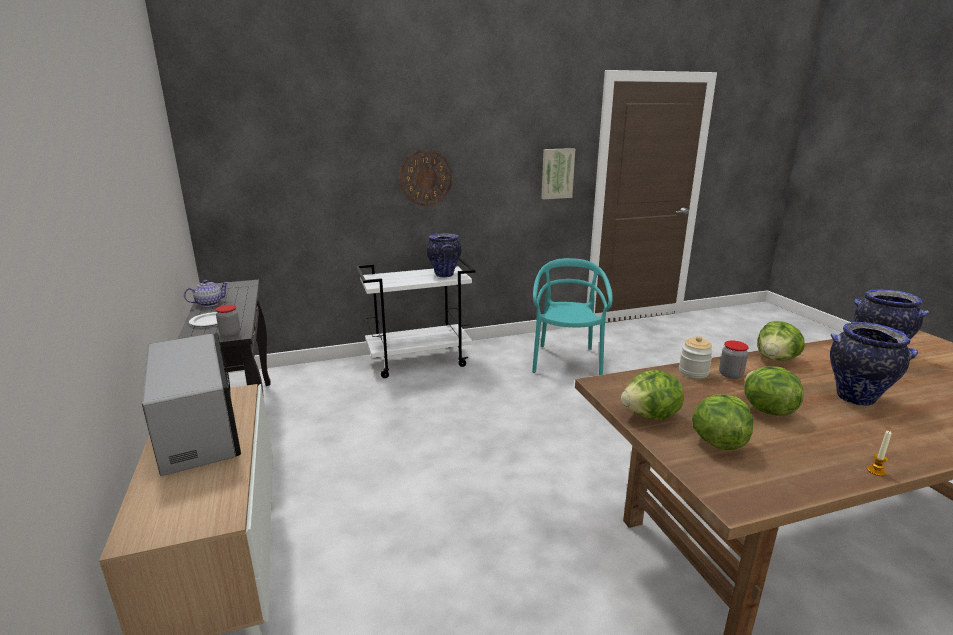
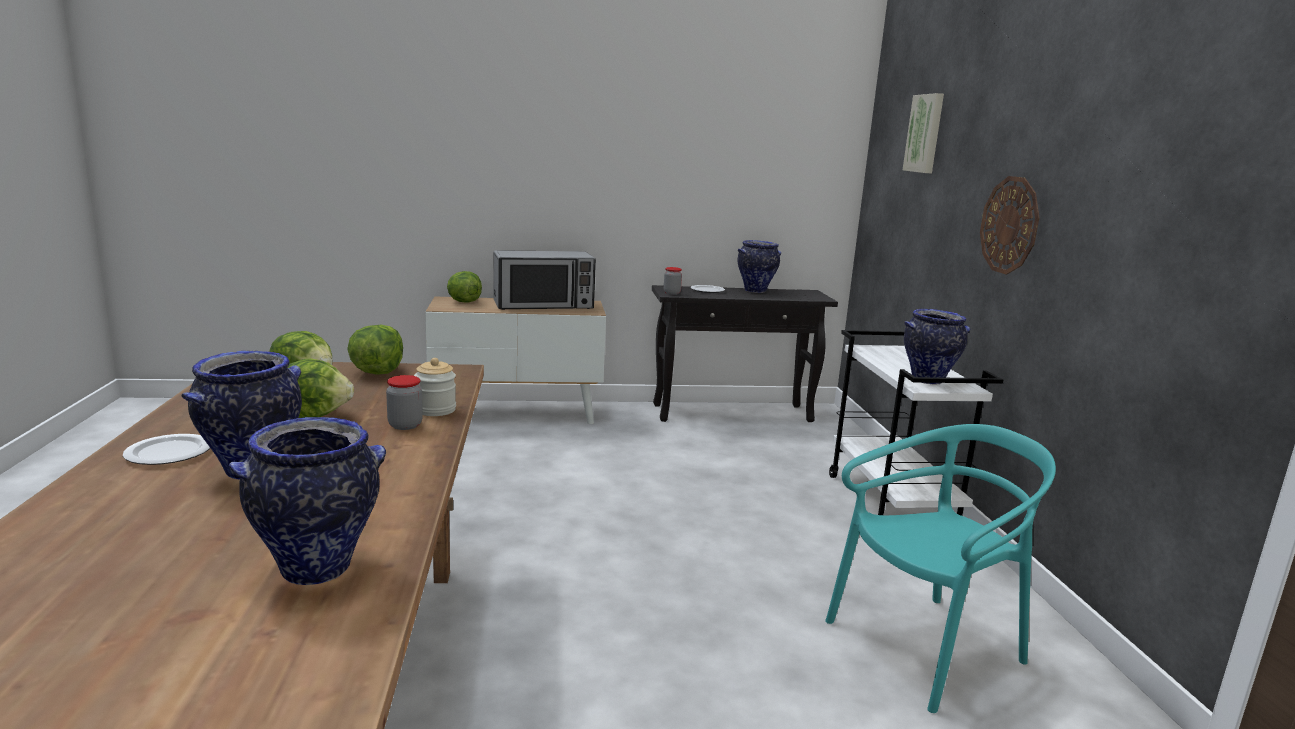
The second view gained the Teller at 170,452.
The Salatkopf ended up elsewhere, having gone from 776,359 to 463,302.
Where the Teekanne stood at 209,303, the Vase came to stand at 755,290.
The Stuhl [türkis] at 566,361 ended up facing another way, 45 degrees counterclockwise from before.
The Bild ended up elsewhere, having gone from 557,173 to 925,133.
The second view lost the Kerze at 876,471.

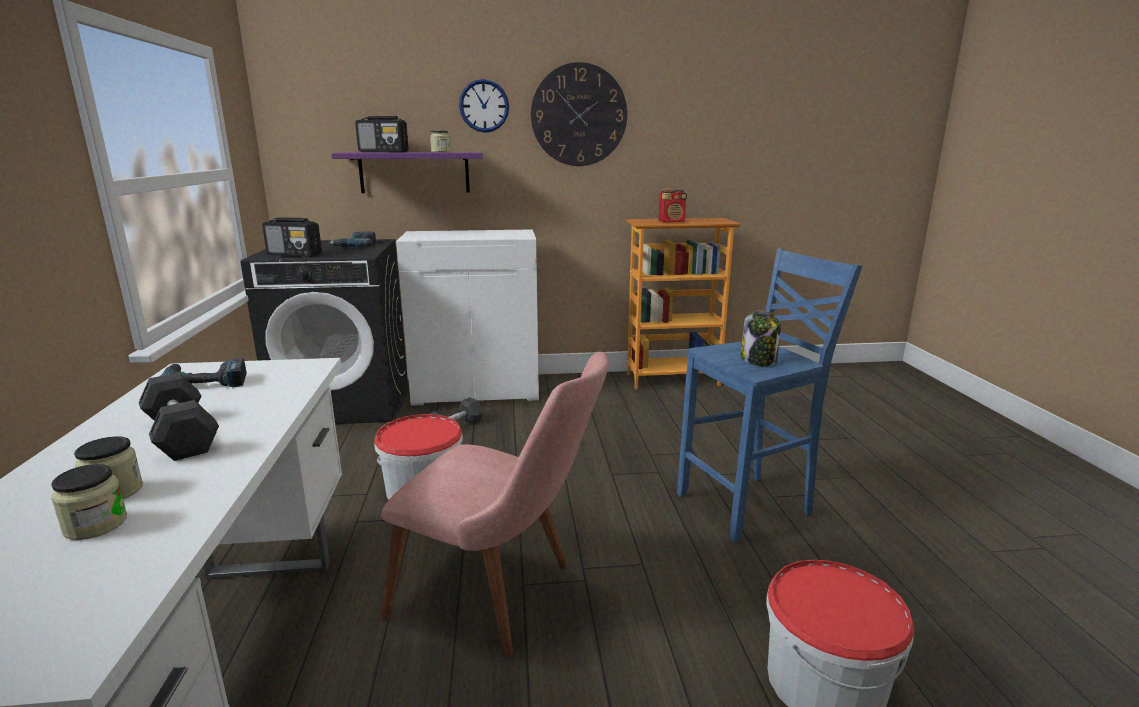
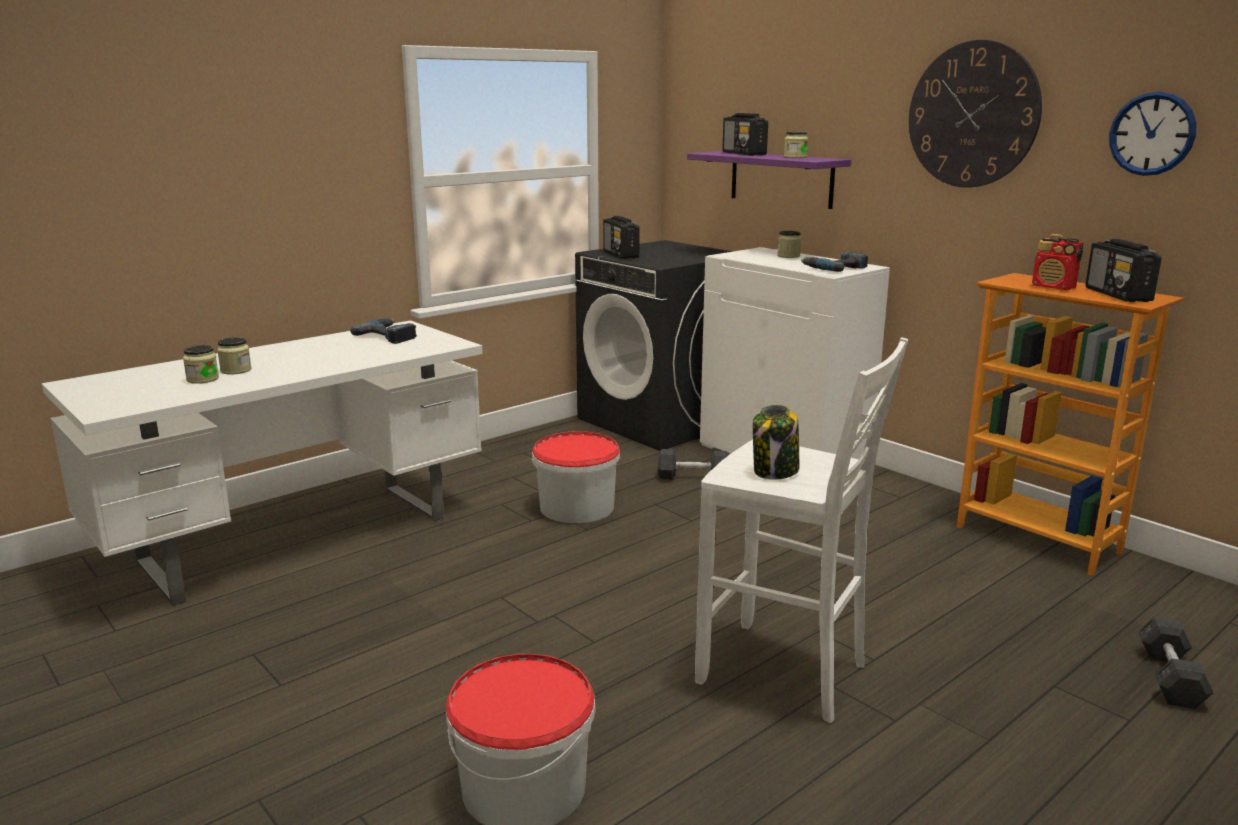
What was the Hocker [blau] at 748,506 turned into the Hocker [weiß] at 786,674.
The second view gained the Vorratsglas at 788,256.
The Bohrmaschine ended up elsewhere, having gone from 356,245 to 835,268.
The second view gained the Radio at 1118,295.
The Wanduhr ended up elsewhere, having gone from 484,106 to 1152,134.
The Hantel [grau] ended up elsewhere, having gone from 181,435 to 1169,678.
The second view lost the Stuhl [rosa] at 502,594.

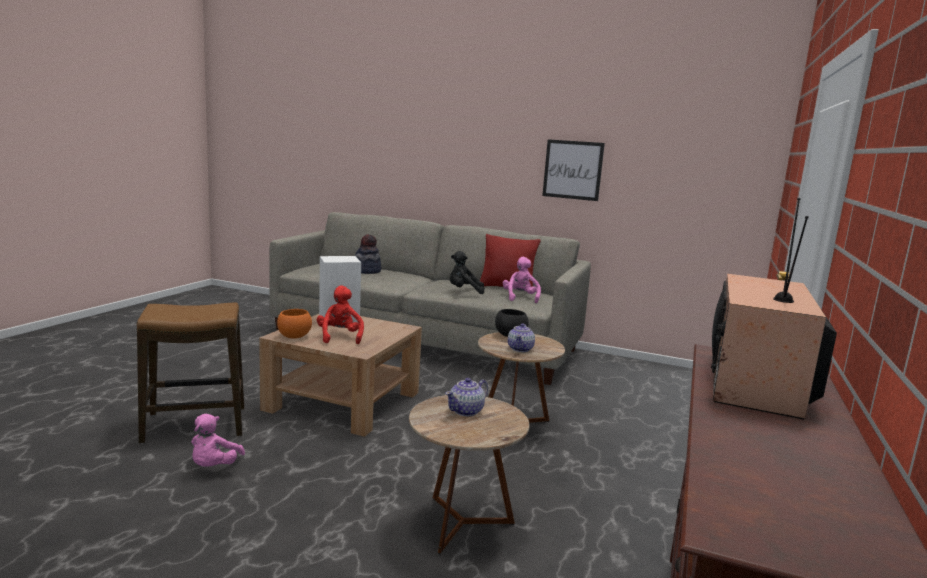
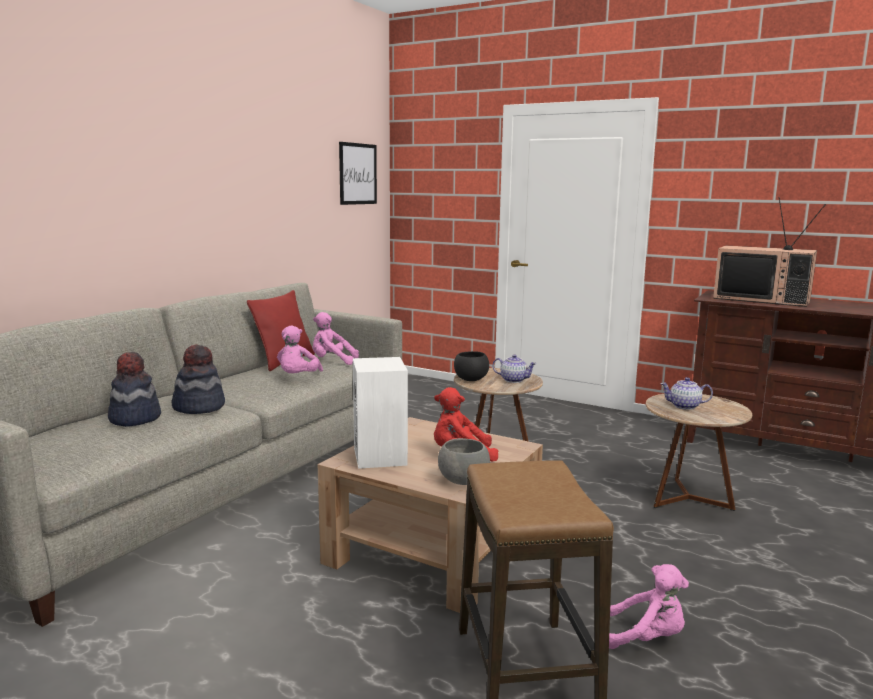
The second view gained the Hut at 199,407.
What was the Plüschtier [schwarz] at 464,291 turned into the Plüschtier [rosa] at 297,378.
The Bild ended up elsewhere, having gone from 572,170 to 358,174.
What was the Schüssel [orange] at 293,337 turned into the Schüssel [grau] at 463,481.
The Teekanne at 466,411 ended up facing another way, 135 degrees clockwise from before.

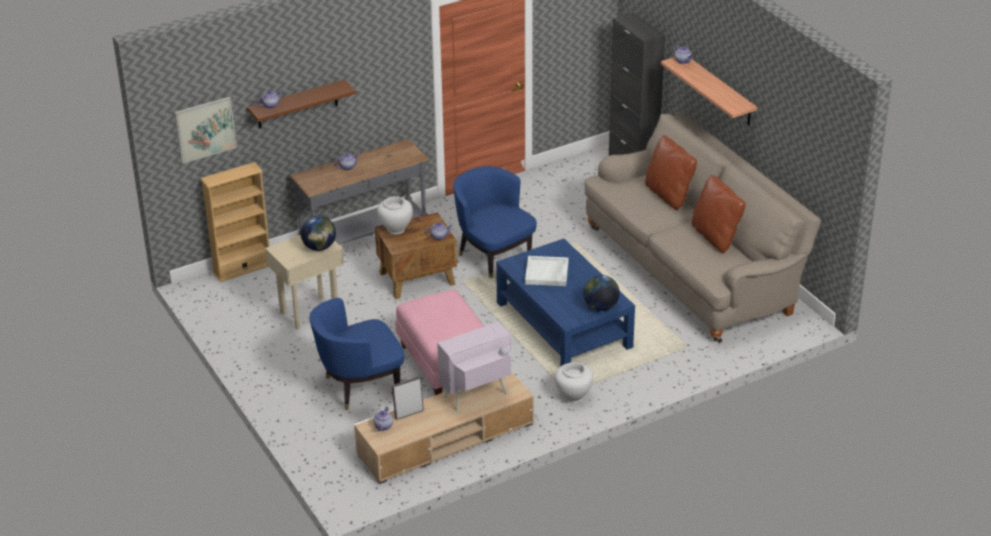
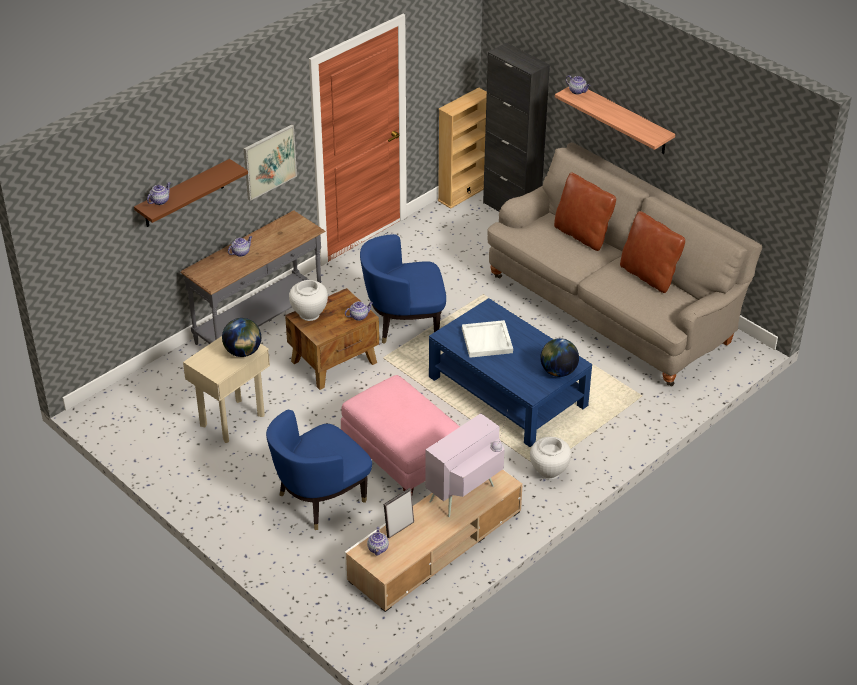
The Bild ended up elsewhere, having gone from 205,129 to 269,162.
The Sessel [blau] at 493,256 ended up facing another way, 45 degrees counterclockwise from before.
The Bücherregal [beige] ended up elsewhere, having gone from 242,268 to 463,193.

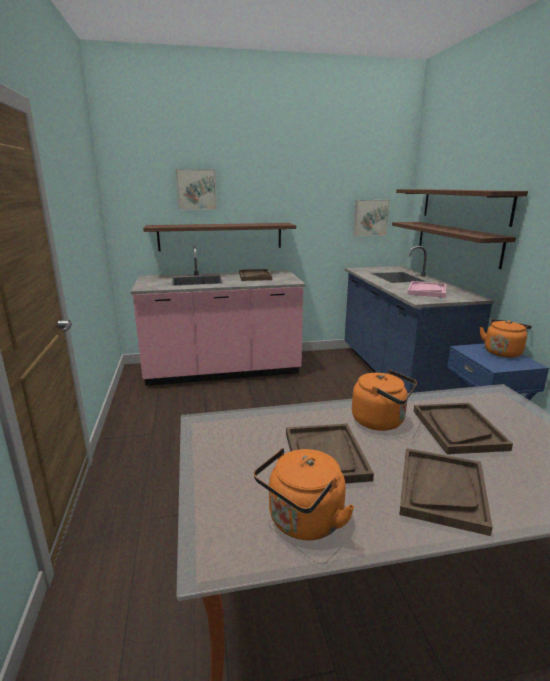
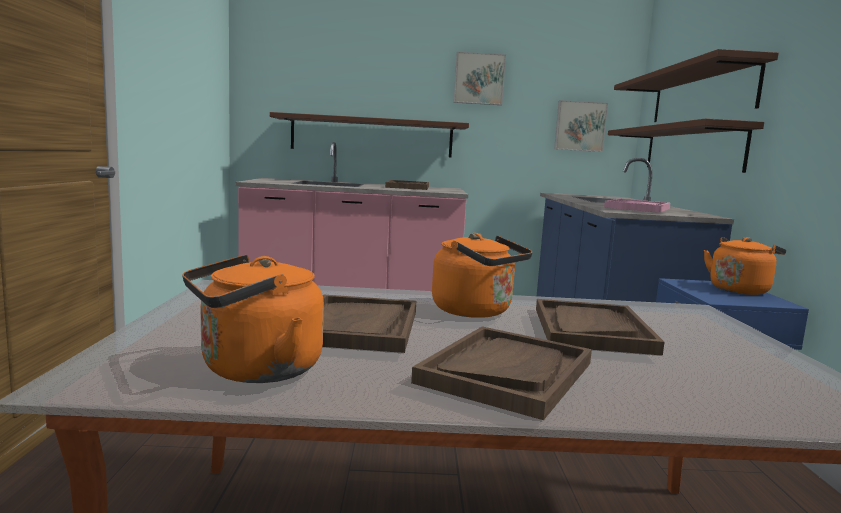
The Bild ended up elsewhere, having gone from 196,189 to 479,79.

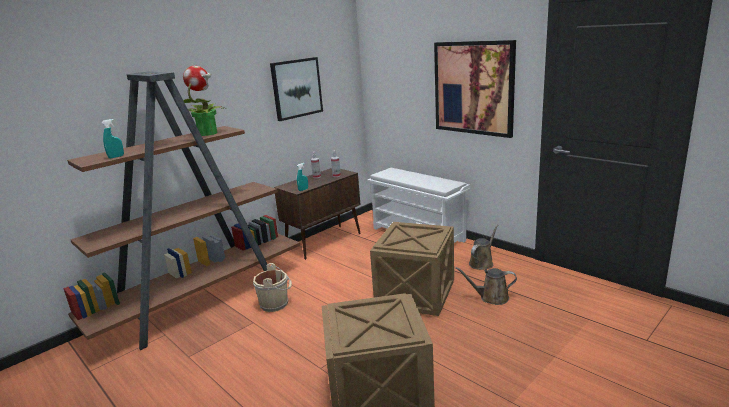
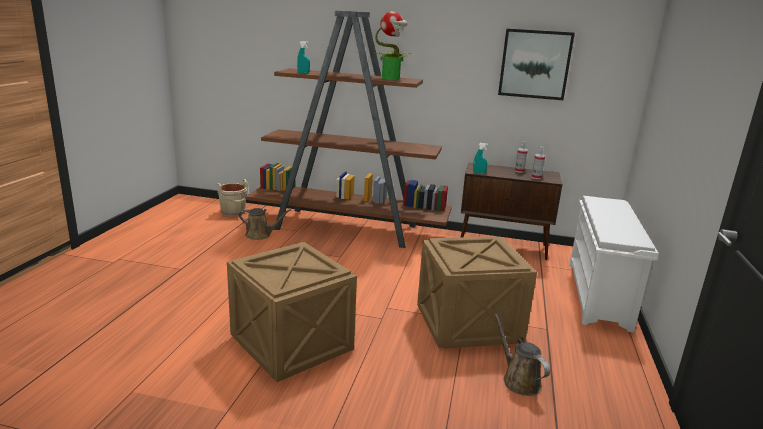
The Eimer [beige] ended up elsewhere, having gone from 275,304 to 234,212.
The Gießkanne [braun] ended up elsewhere, having gone from 482,263 to 260,235.
The second view lost the Bild at 473,88.

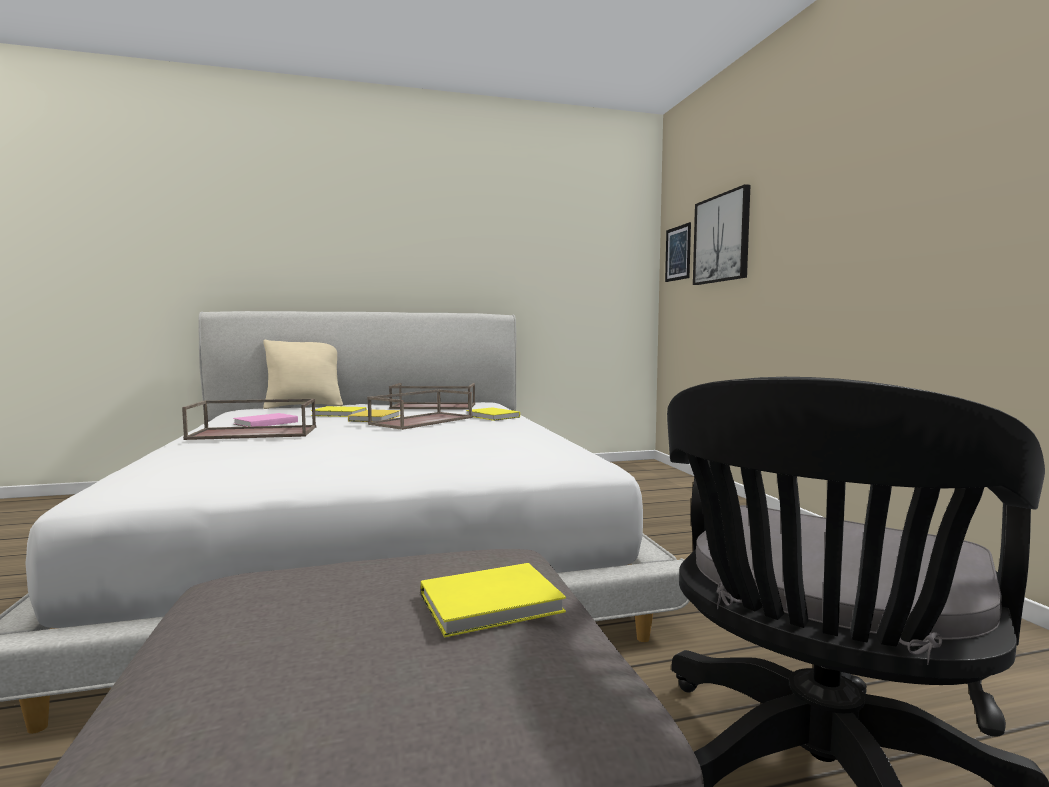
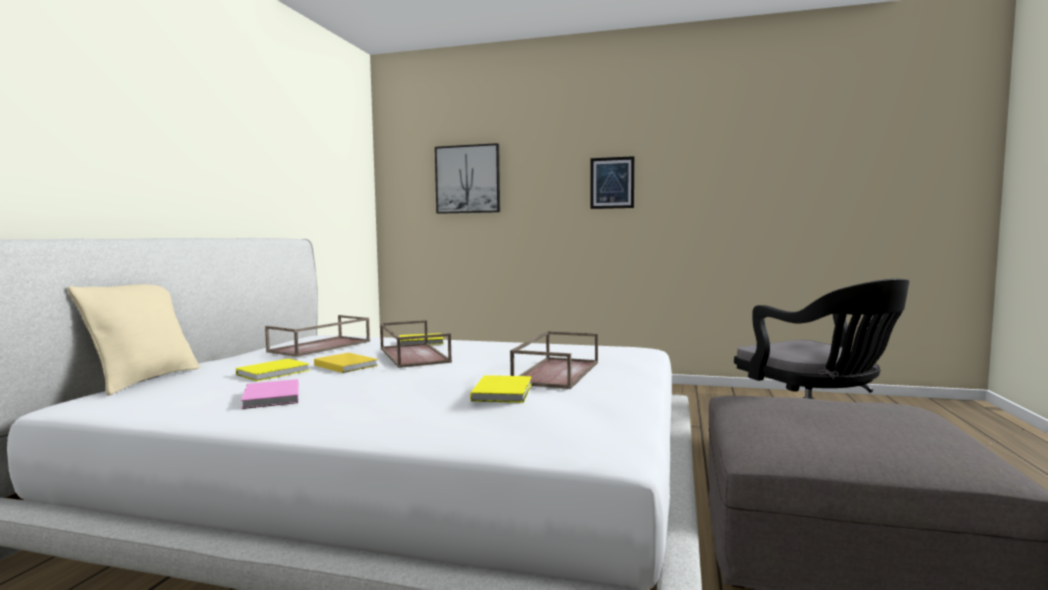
The Buch [gelb] ended up elsewhere, having gone from 495,603 to 504,392.
The Tablett [braun] ended up elsewhere, having gone from 255,433 to 556,372.
The Bild ended up elsewhere, having gone from 678,253 to 612,183.

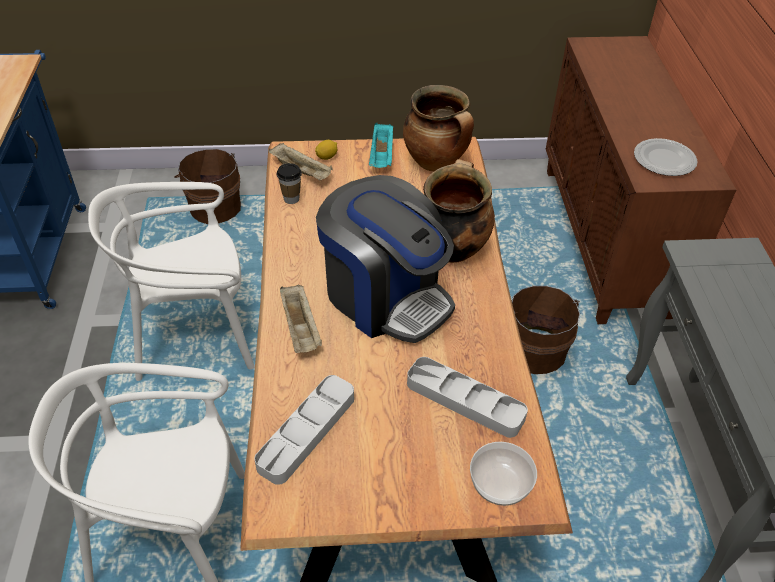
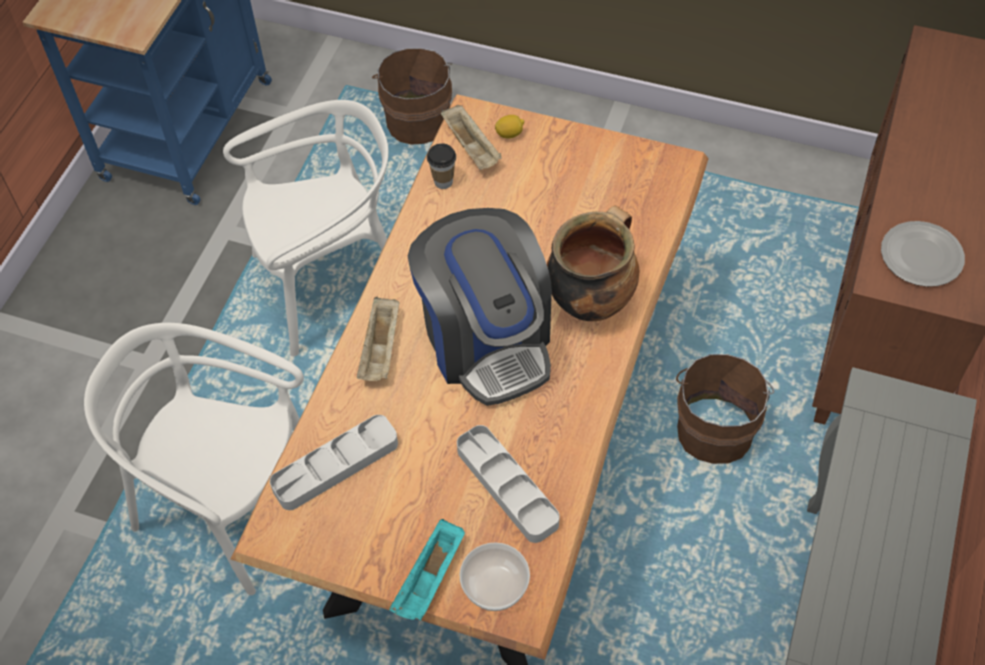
The Stuhl [weiß] at 194,335 ended up facing another way, 150 degrees clockwise from before.
The Tablett [türkis] ended up elsewhere, having gone from 382,156 to 430,579.
The second view lost the Kochtopf at 437,163.

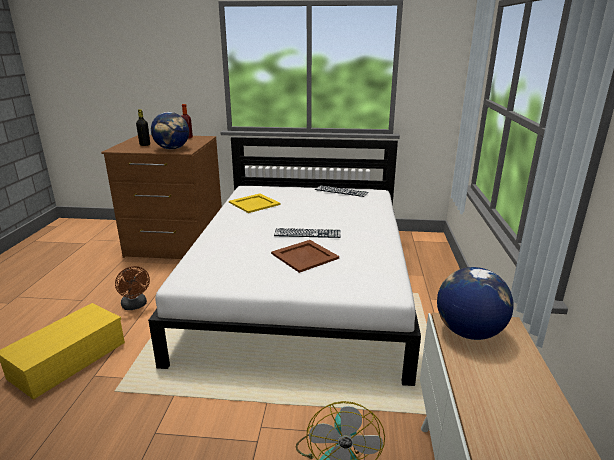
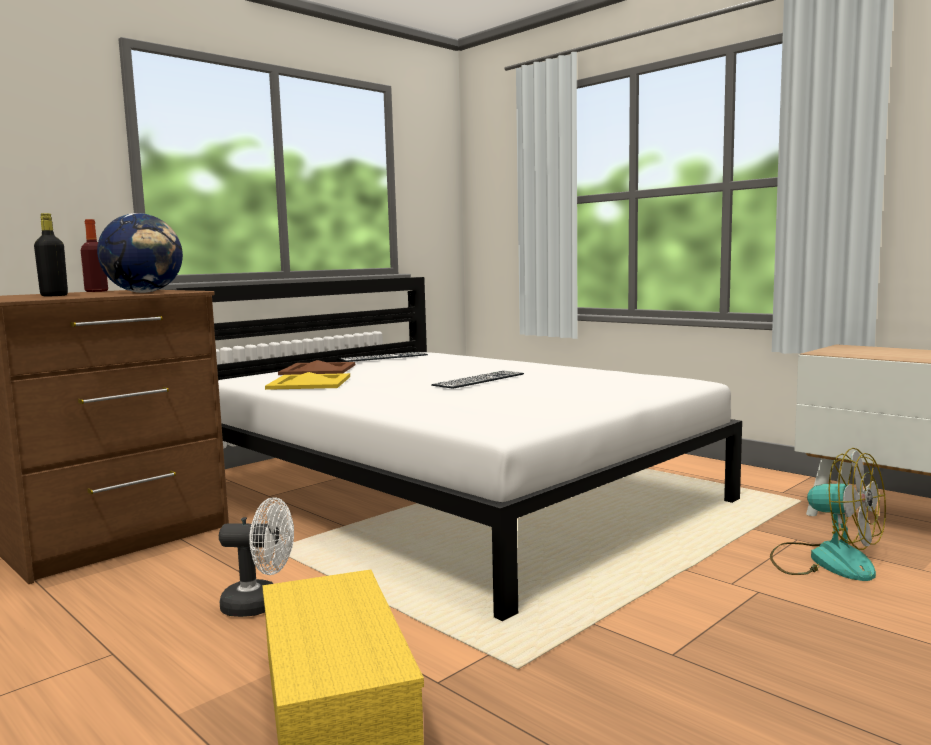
What was the Ventilator [braun] at 135,306 turned into the Ventilator [weiß] at 260,605.
The Tablett [braun] ended up elsewhere, having gone from 304,256 to 318,369.
The second view lost the Globus at 468,332.

